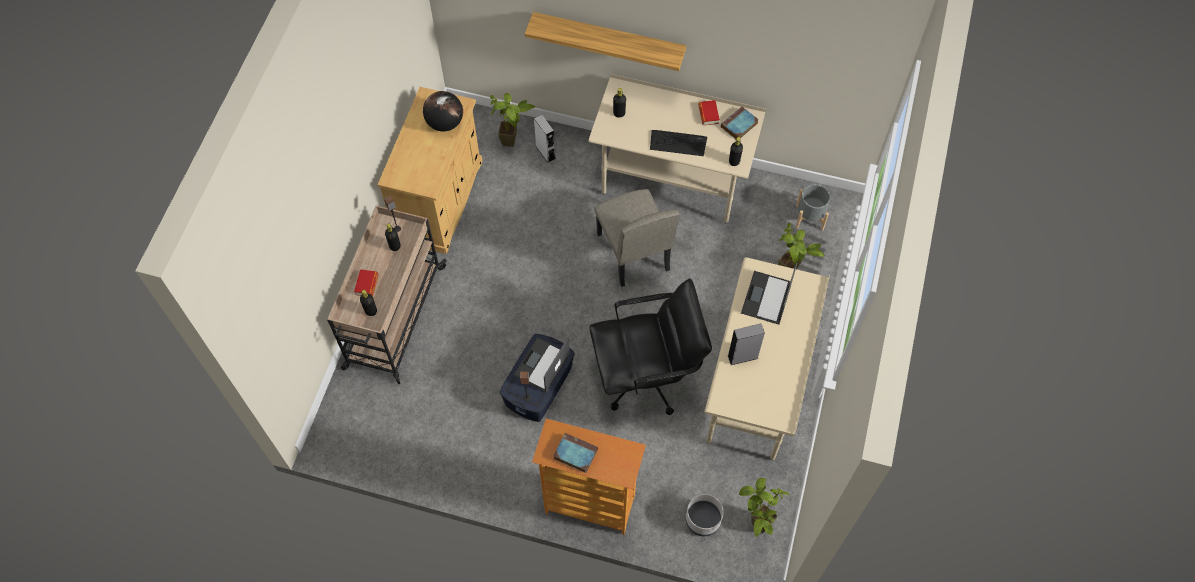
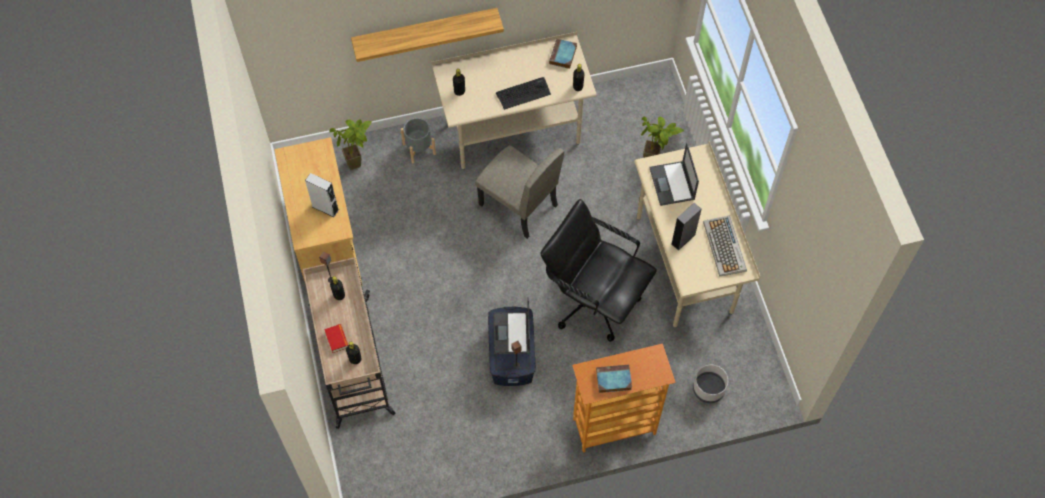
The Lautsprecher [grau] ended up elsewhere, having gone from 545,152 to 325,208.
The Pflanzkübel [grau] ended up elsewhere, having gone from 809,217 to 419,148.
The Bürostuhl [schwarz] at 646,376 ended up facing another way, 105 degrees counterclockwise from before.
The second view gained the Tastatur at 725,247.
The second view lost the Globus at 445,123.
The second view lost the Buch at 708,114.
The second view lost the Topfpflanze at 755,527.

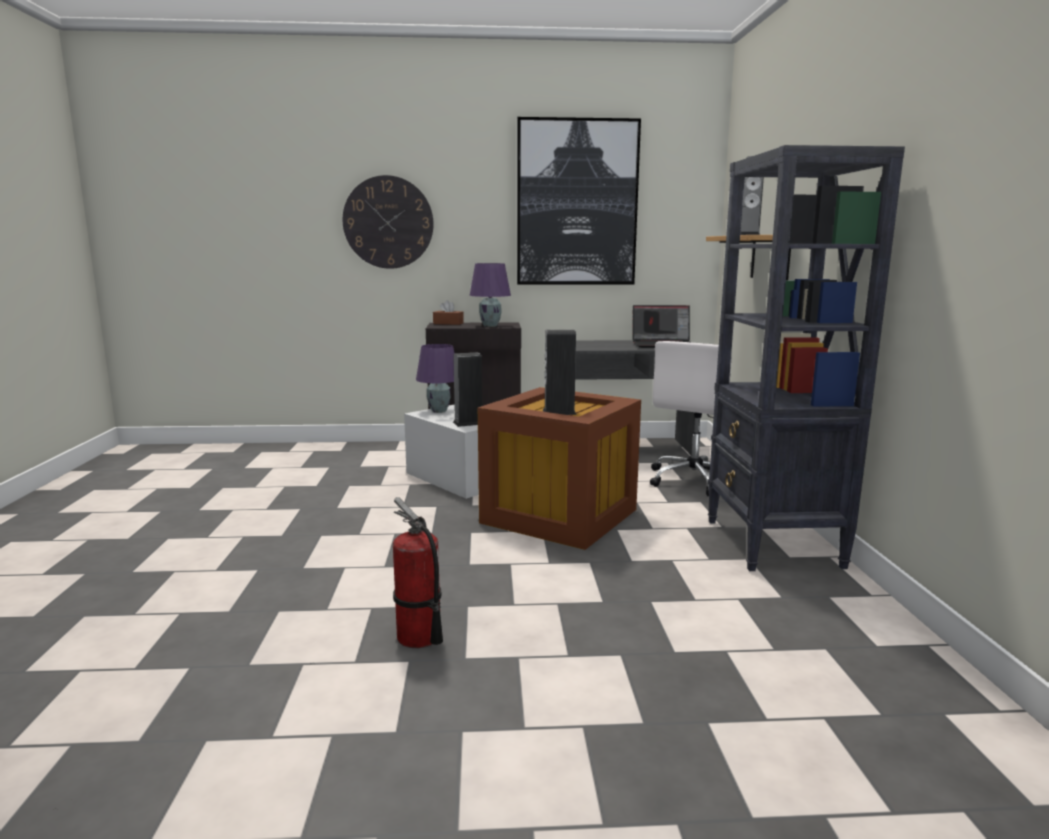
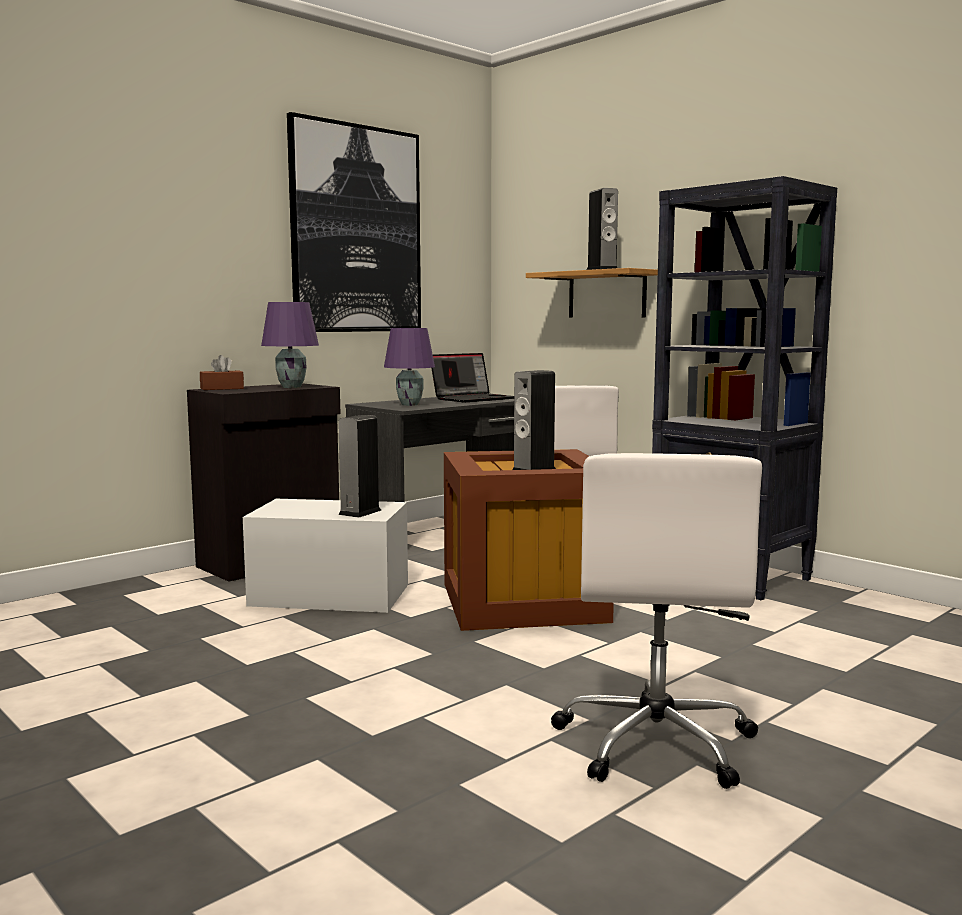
The Tischlampe [lila] ended up elsewhere, having gone from 438,411 to 409,404.
Where the Feuerlöscher stood at 418,637, the Bürostuhl [weiß] came to stand at 656,743.
The second view lost the Wanduhr at 388,222.

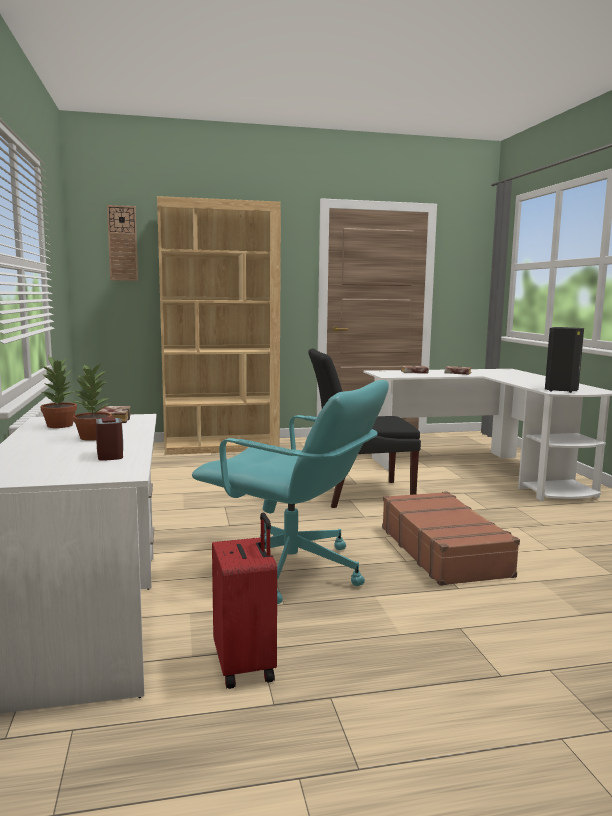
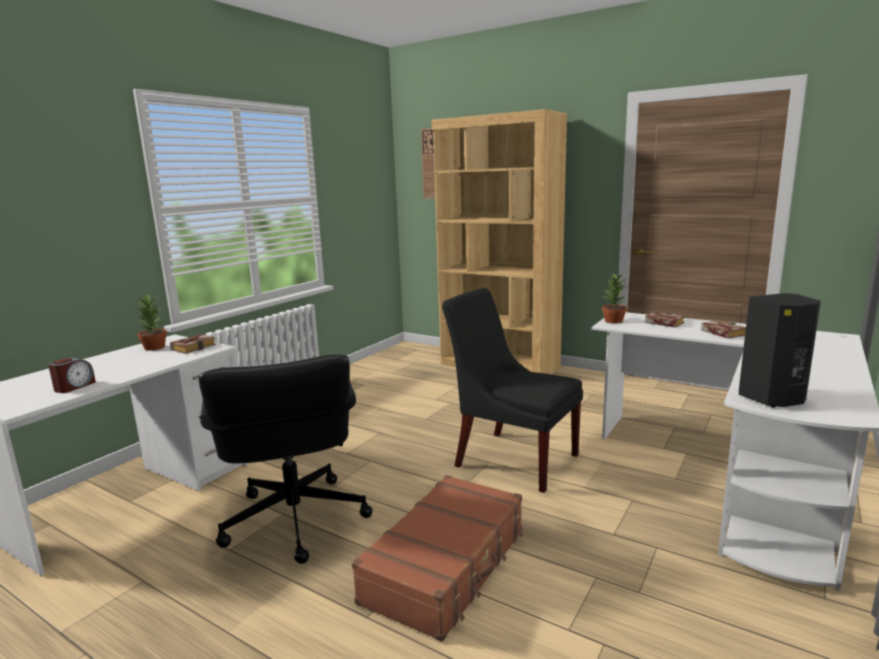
What was the Bürostuhl [türkis] at 292,571 turned into the Bürostuhl [schwarz] at 294,521.
The Topfpflanze ended up elsewhere, having gone from 94,437 to 613,321.
The second view lost the Koffer [rot] at 246,665.

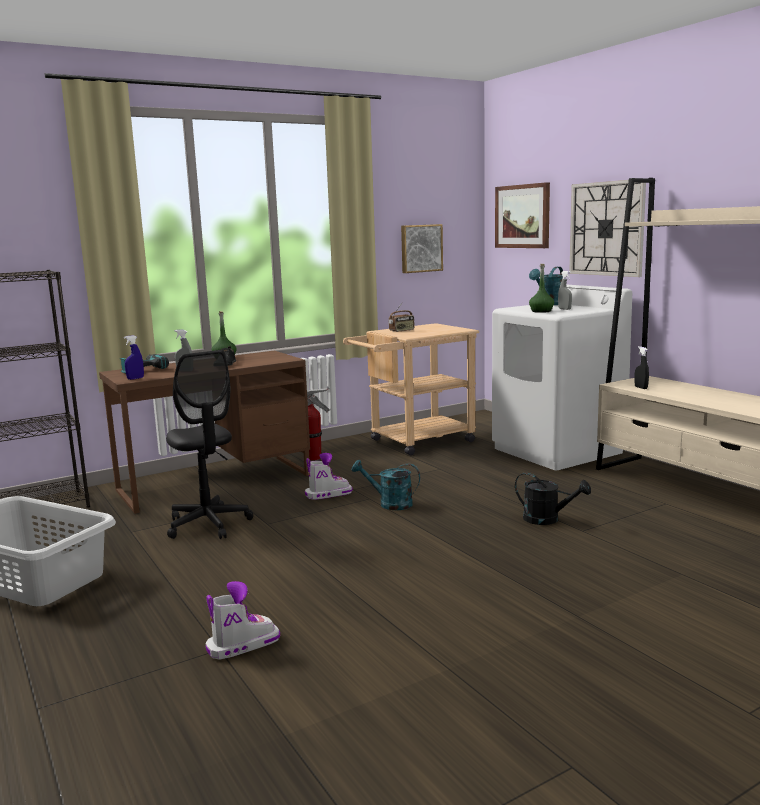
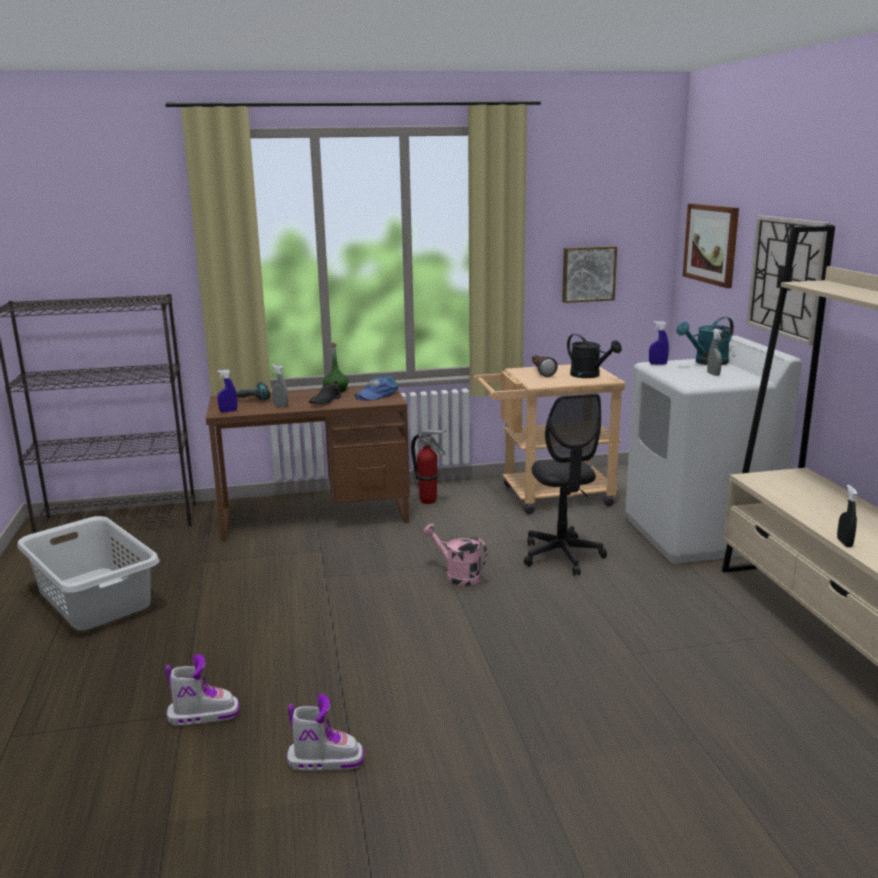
The Stiefel ended up elsewhere, having gone from 328,494 to 325,759.
The second view gained the Kappe [blau] at 377,394.
What was the Gießkanne [türkis] at 389,504 turned into the Gießkanne [rosa] at 457,575.
The Bürostuhl [schwarz] ended up elsewhere, having gone from 208,524 to 562,556.
Where the Radio stood at 402,331, the Taschenlampe came to stand at 541,372.
The Gießkanne [schwarz] ended up elsewhere, having gone from 547,519 to 589,375.
The second view gained the Sprühflasche [blau] at 657,364.
The Sprühflasche [schwarz] ended up elsewhere, having gone from 641,387 to 844,543.
The second view lost the Flasche [grün] at 541,311.

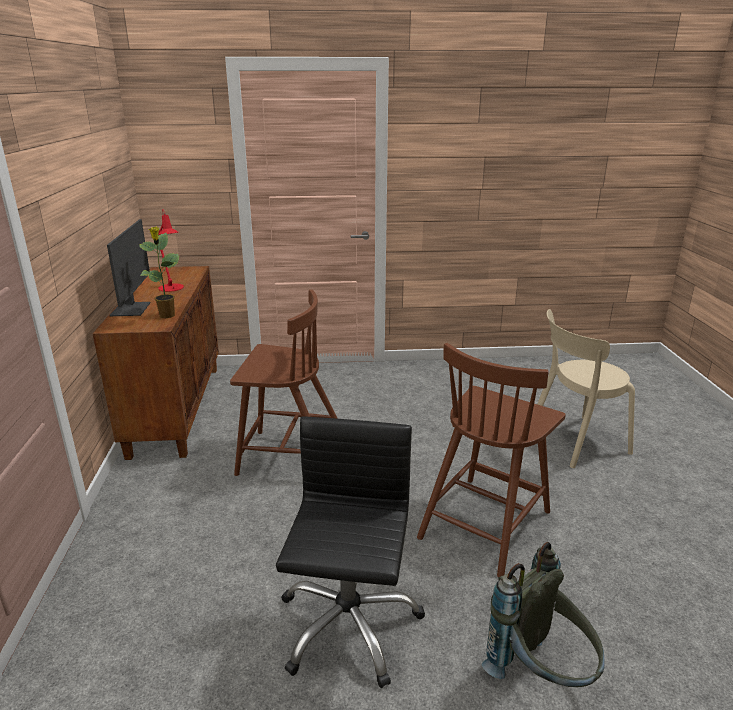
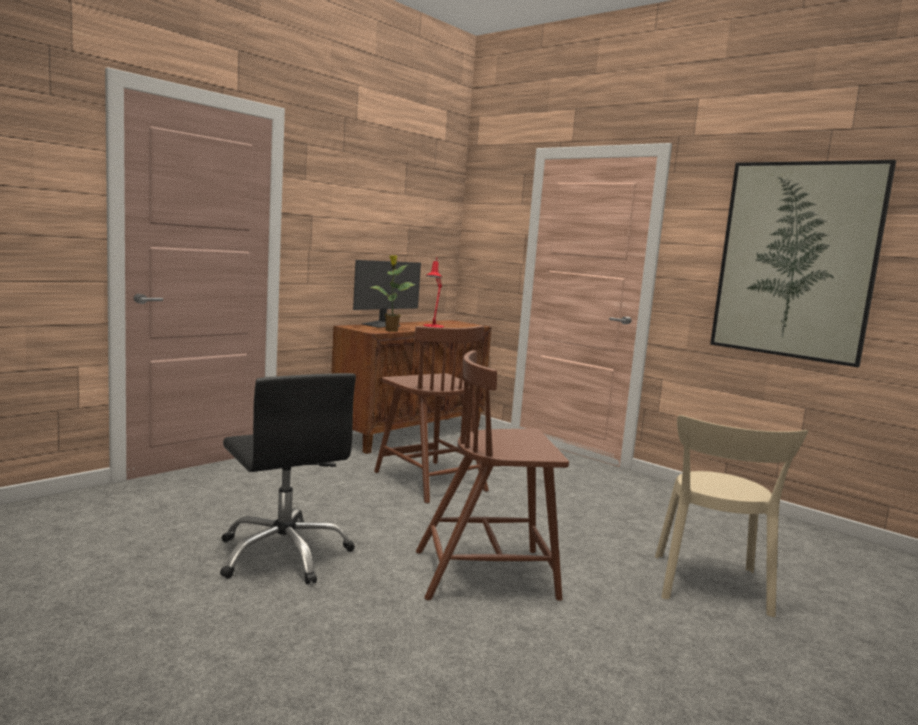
The Bürostuhl [schwarz] at 348,624 ended up facing another way, 90 degrees clockwise from before.
The Stuhl [beige] at 574,441 ended up facing another way, 105 degrees counterclockwise from before.
The second view gained the Bild at 796,260.
The second view lost the Rucksack [grau] at 541,674.

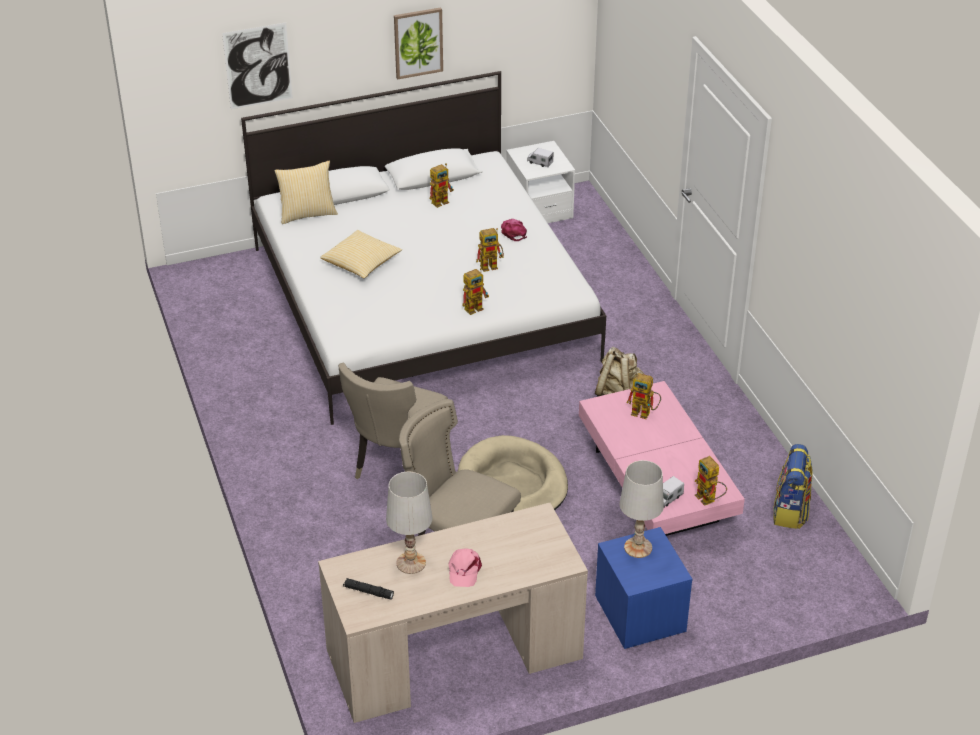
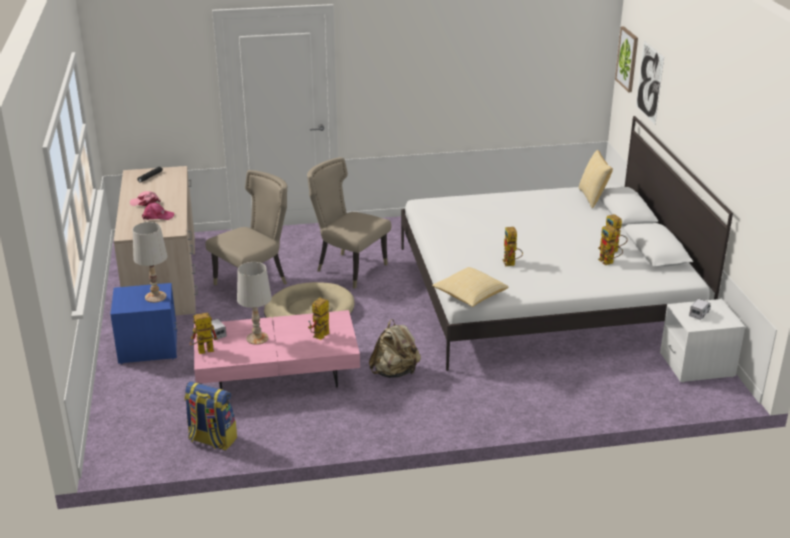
The Kappe [rosa] ended up elsewhere, having gone from 513,232 to 157,216.
The Tischlampe [weiß] ended up elsewhere, having gone from 410,563 to 257,338.
The Kissen ended up elsewhere, having gone from 361,263 to 469,296.
The Spielzeugroboter ended up elsewhere, having gone from 476,307 to 608,262.
The Bild ended up elsewhere, having gone from 418,42 to 627,59.

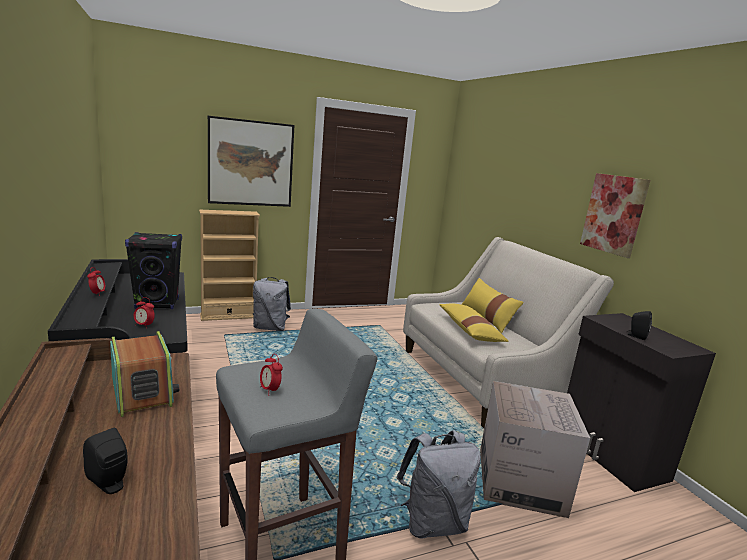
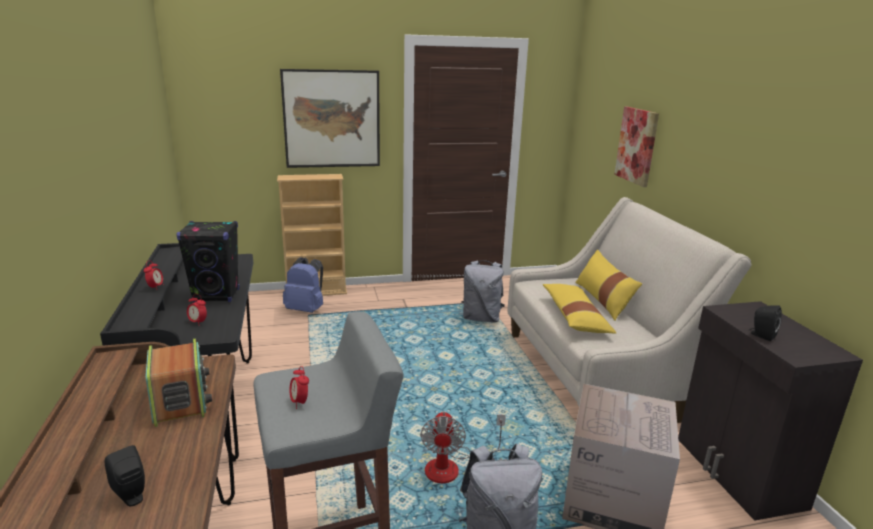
The second view gained the Rucksack [blau] at 306,309.
The second view gained the Ventilator at 452,467.
The Rucksack [grau] ended up elsewhere, having gone from 270,328 to 481,318.
The Bild ended up elsewhere, having gone from 614,214 to 637,146.

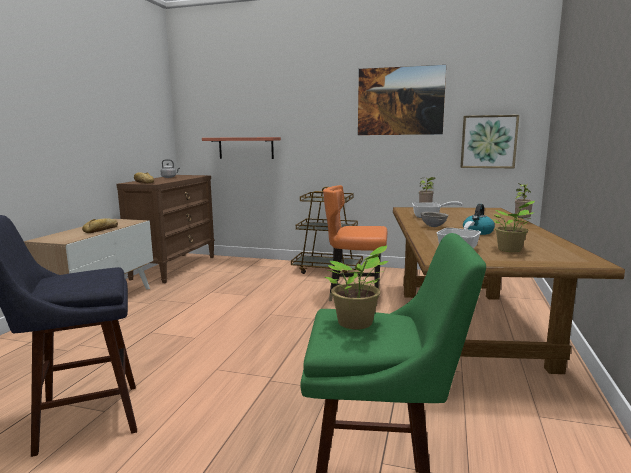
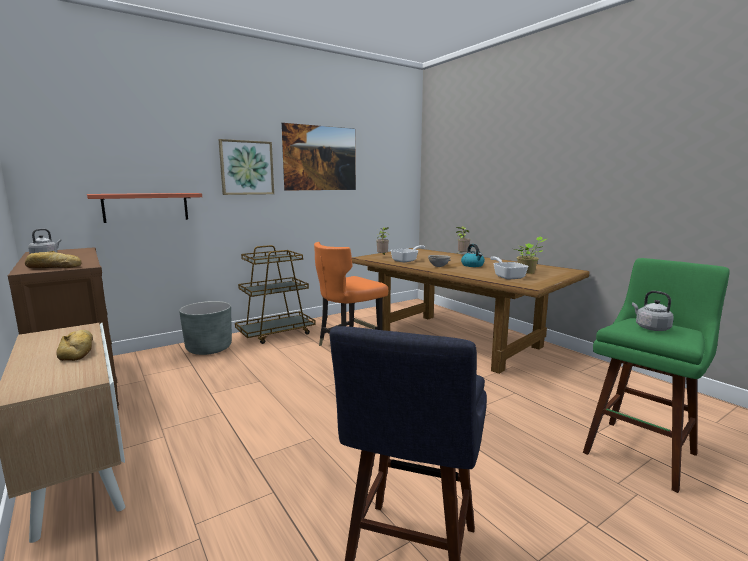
The second view gained the Pflanzkübel [grau] at 209,348.
The Bild ended up elsewhere, having gone from 488,141 to 246,168.
Where the Topfpflanze stood at 356,324, the Wasserkessel [grau] came to stand at 650,328.

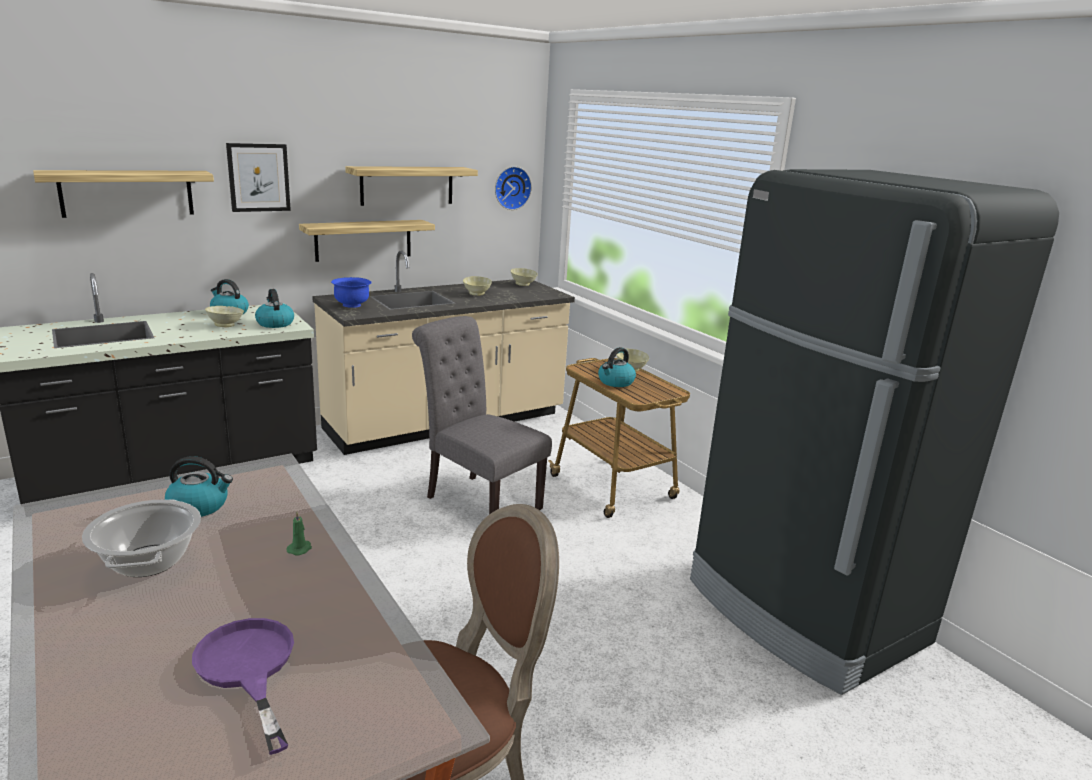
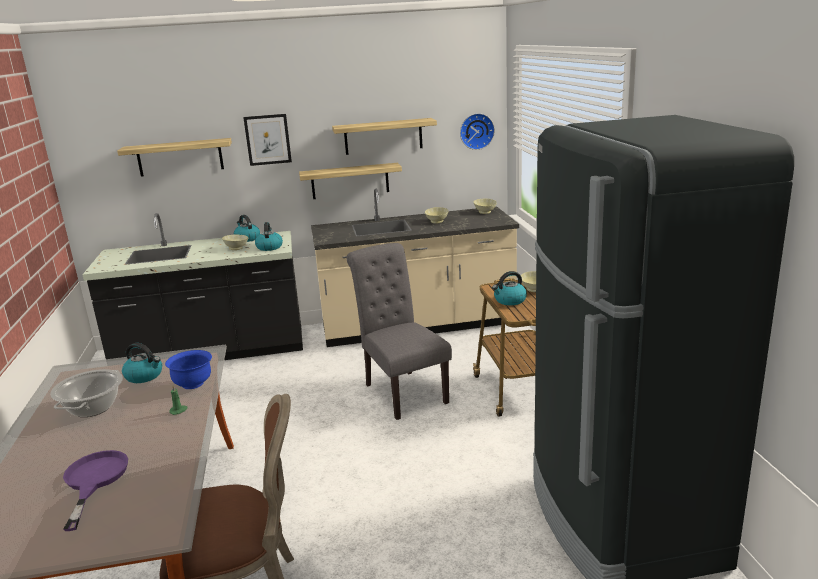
The Schüssel [blau] ended up elsewhere, having gone from 352,305 to 193,384.

